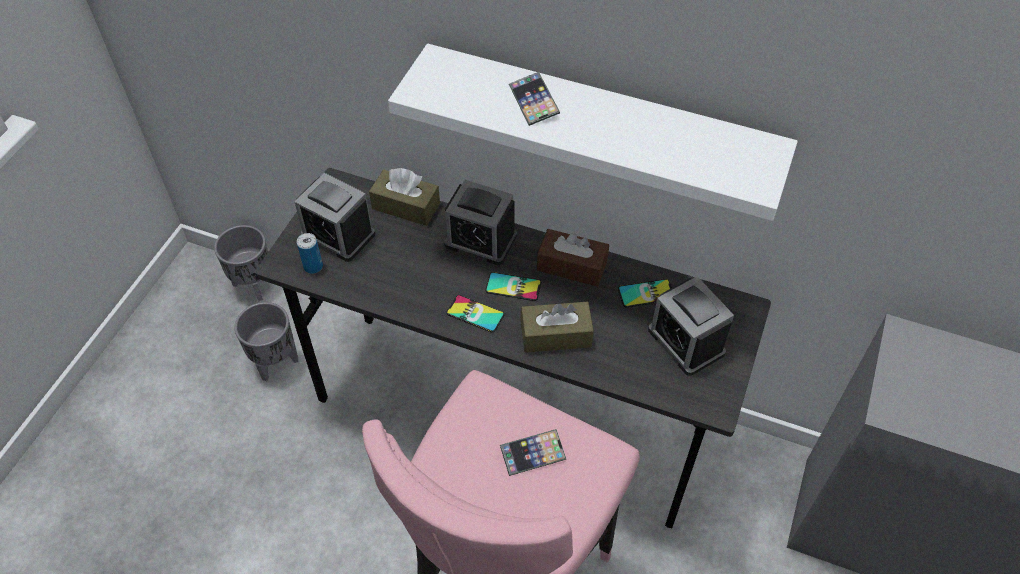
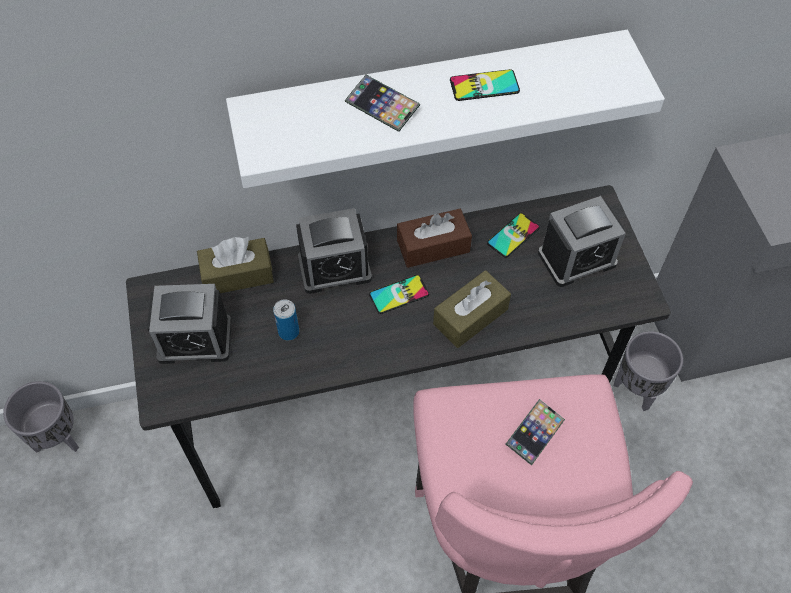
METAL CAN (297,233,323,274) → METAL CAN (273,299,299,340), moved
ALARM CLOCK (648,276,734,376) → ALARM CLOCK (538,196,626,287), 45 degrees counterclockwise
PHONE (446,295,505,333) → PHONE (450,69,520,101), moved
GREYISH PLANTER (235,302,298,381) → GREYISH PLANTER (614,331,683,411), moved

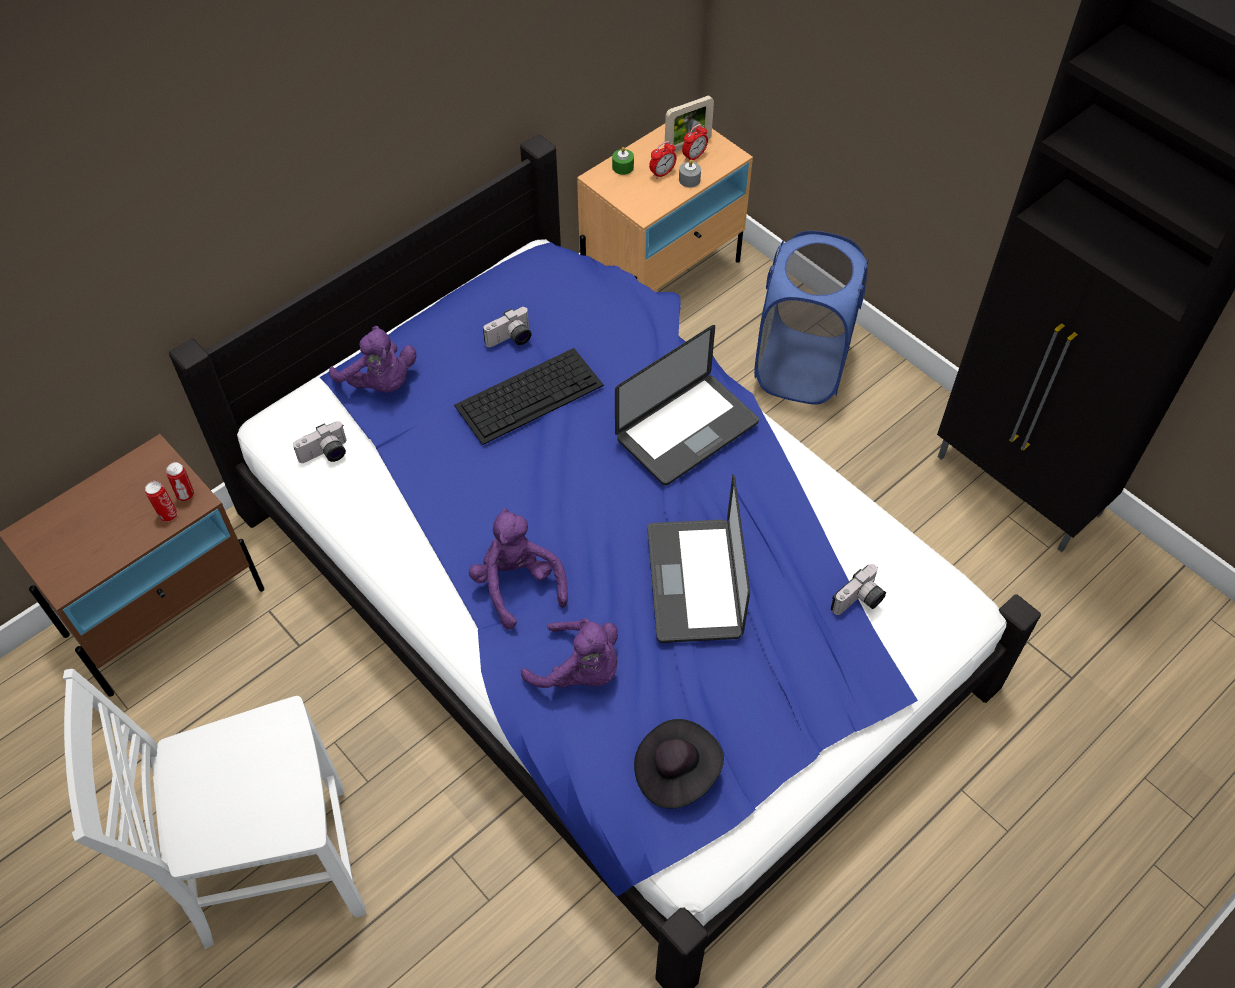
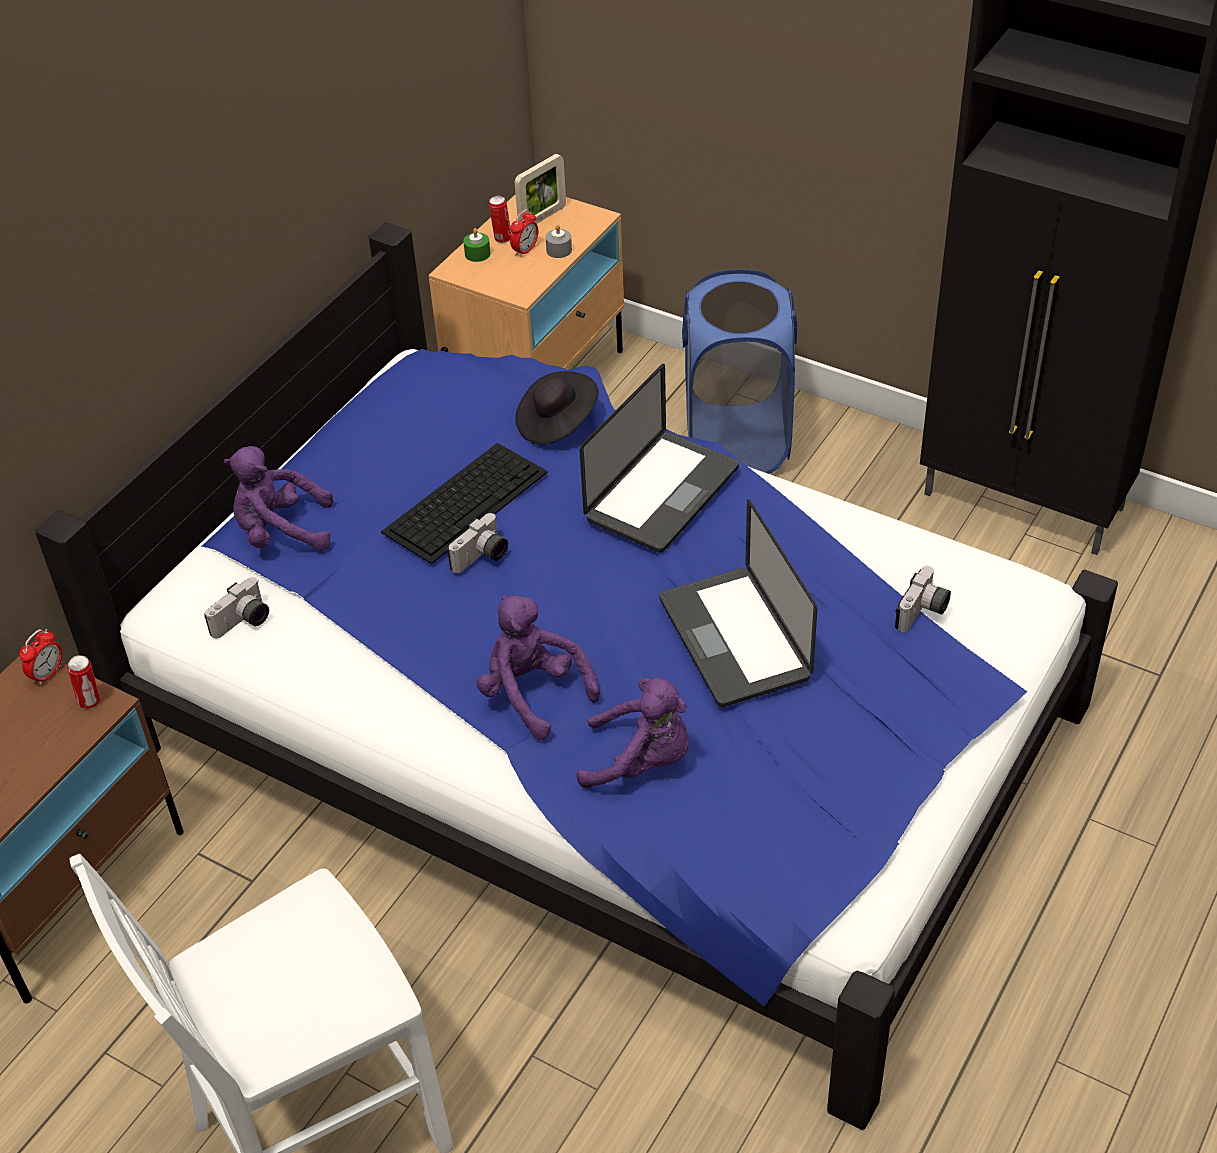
ALARM CLOCK (682,124,708,160) → ALARM CLOCK (19,629,62,686), moved
STILL CAMERA (483,307,532,347) → STILL CAMERA (447,513,508,573), moved
PURPLE-COLOURED SOFT TOY (329,326,416,393) → PURPLE-COLOURED SOFT TOY (224,446,333,551), 150 degrees clockwise
METAL CAN (145,481,178,522) → METAL CAN (489,196,511,243), moved
BLACKISH CLOTHING HAT (634,719,724,809) → BLACKISH CLOTHING HAT (515,371,599,445), moved

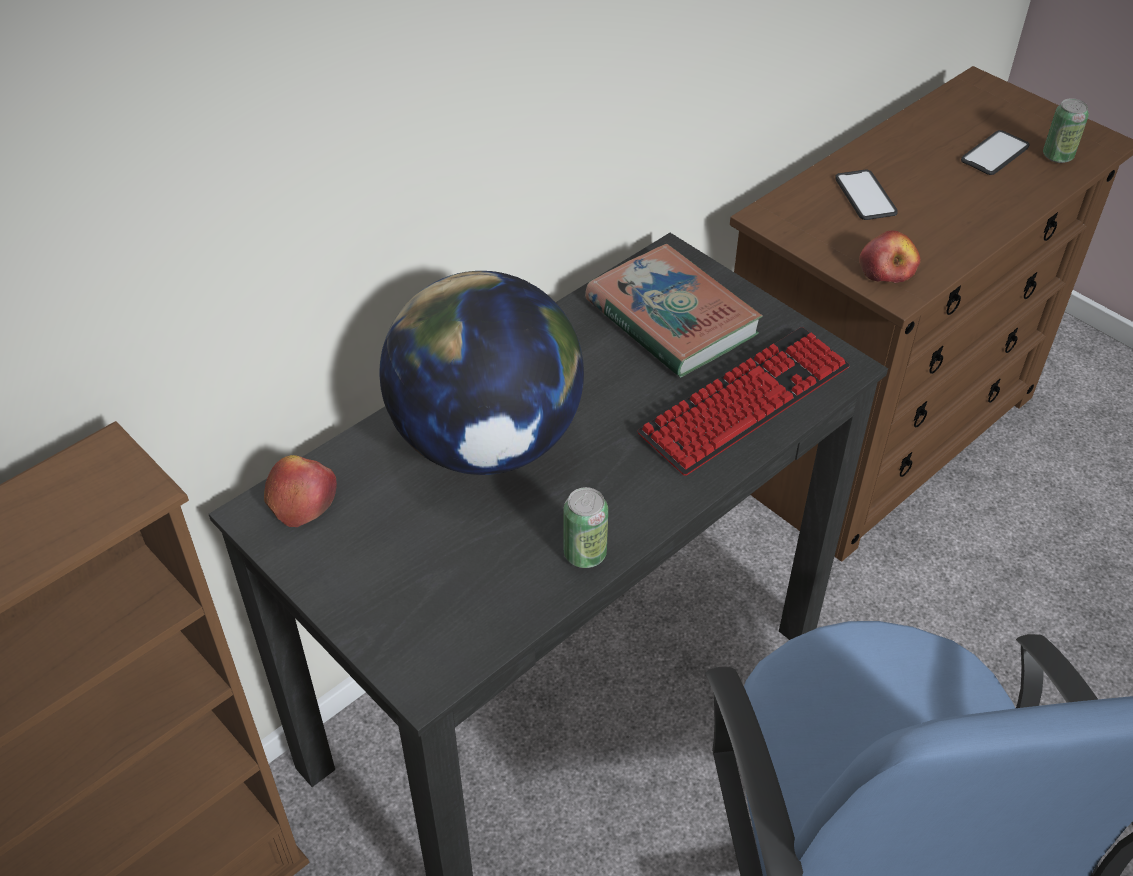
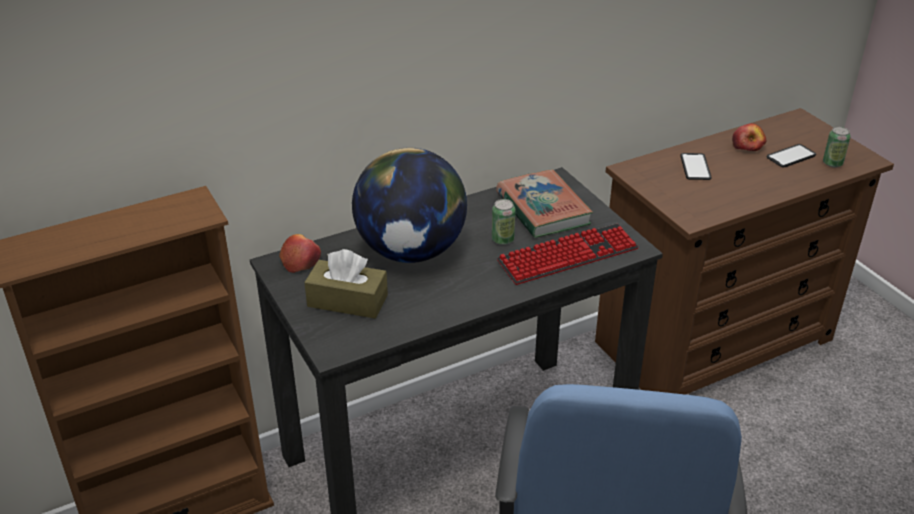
APPLE FRUIT (859,230,920,283) → APPLE FRUIT (732,123,766,151), moved
METAL CAN (563,487,608,568) → METAL CAN (492,199,515,245), moved
- → BROWNISH BOX OF TISSUES (304,249,388,319)

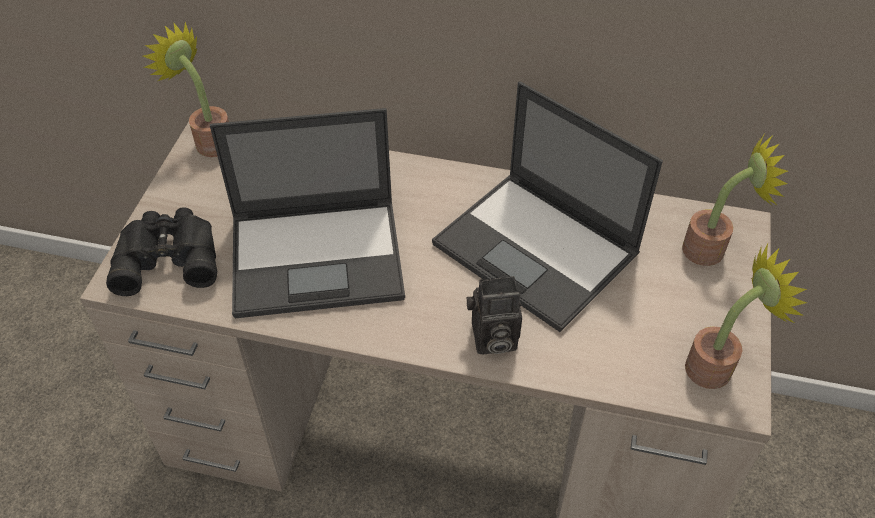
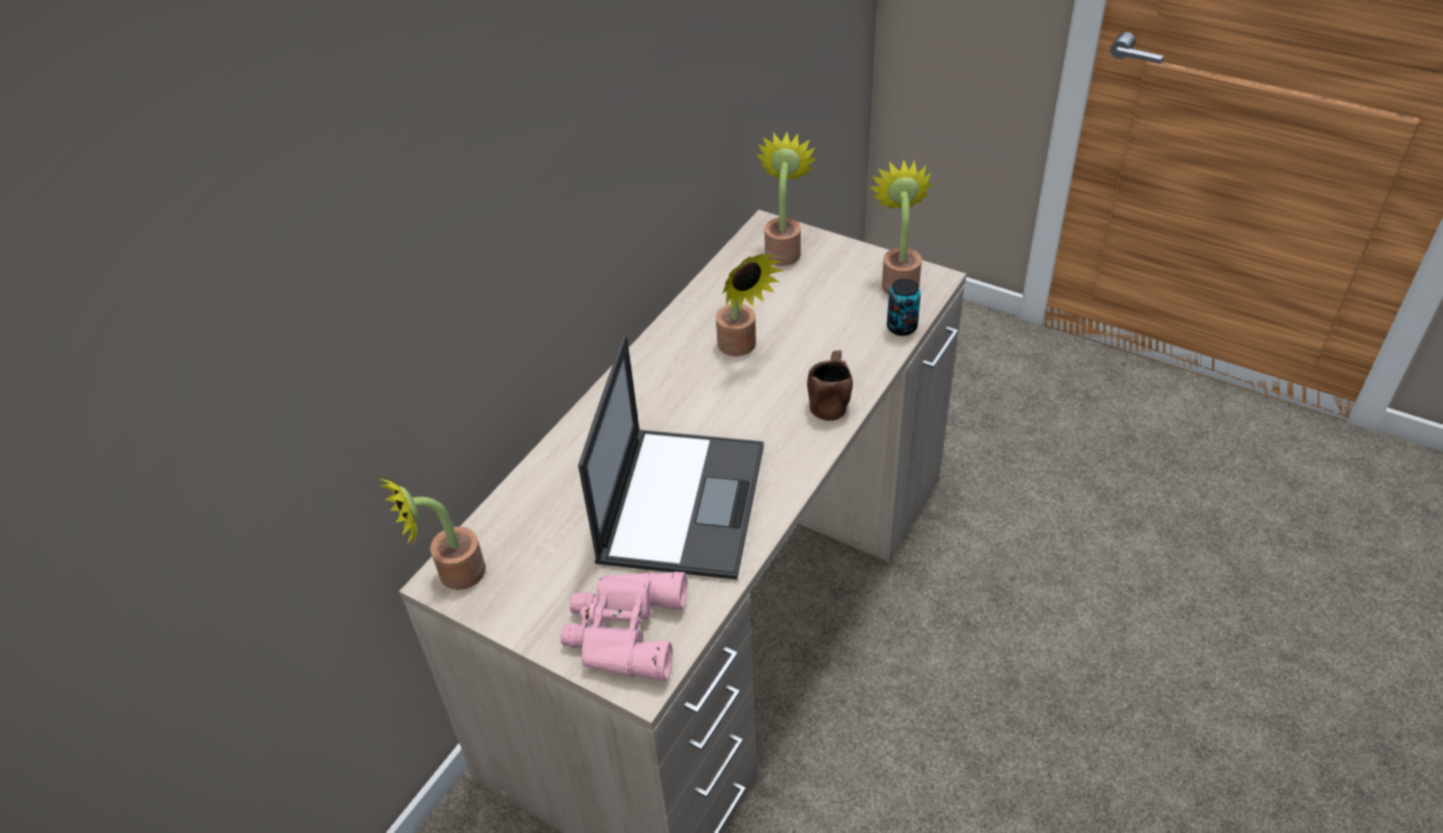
LAPTOP (432,82,663,332) → HOUSEPLANT (716,253,782,356)
BLACKISH FIELD GLASSES (106,207,217,296) → PINKISH FIELD GLASSES (561,572,687,681)
STILL CAMERA (467,276,522,354) → BROWNISH TEA MUG (807,350,853,421)
- → METAL CAN (887,279,921,336)

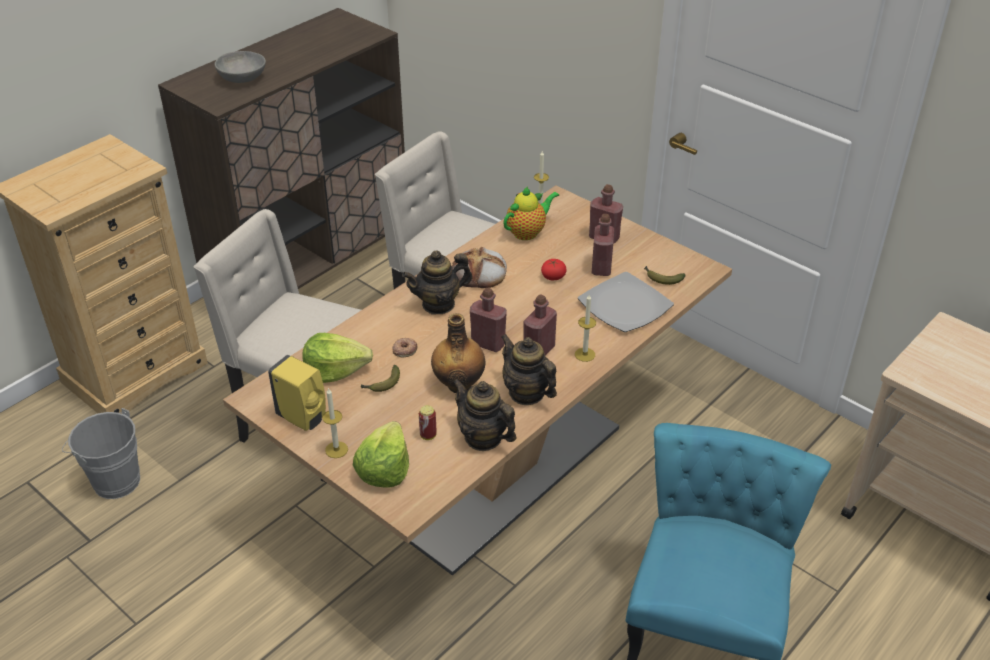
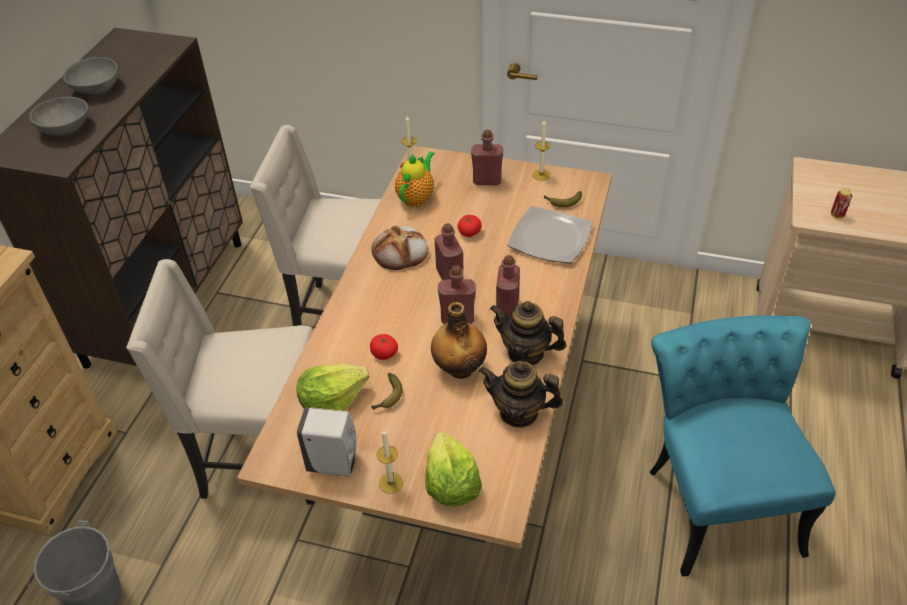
RED-COLOURED DRINK BOTTLE (592,214,614,276) → RED-COLOURED DRINK BOTTLE (434,223,463,280), moved
TEAPOT (402,250,473,314) → -
WAX LIGHT (575,295,596,362) → WAX LIGHT (533,120,551,180), moved
DONUT (392,338,417,358) → FRESH TOMATO (370,334,398,360)
YELLOW-COLOURED SOAP BOTTLE (268,355,326,431) → WHITE SOAP BOTTLE (297,407,356,477)
METAL CAN (419,405,437,440) → METAL CAN (831,188,852,219), moved
- → GREYISH DEEP DISH (63,57,119,94)

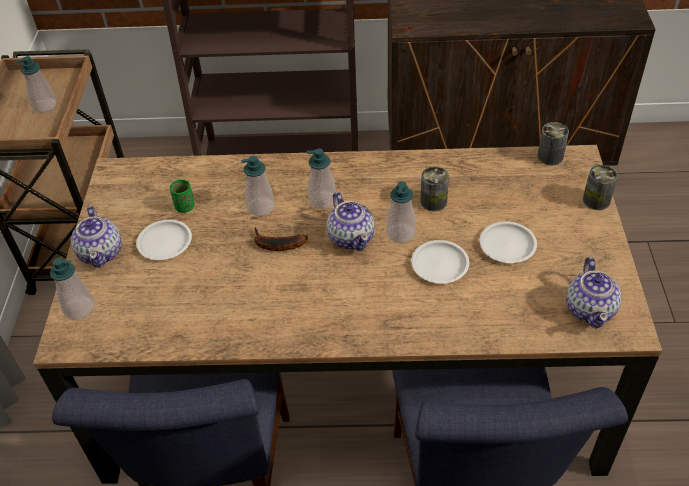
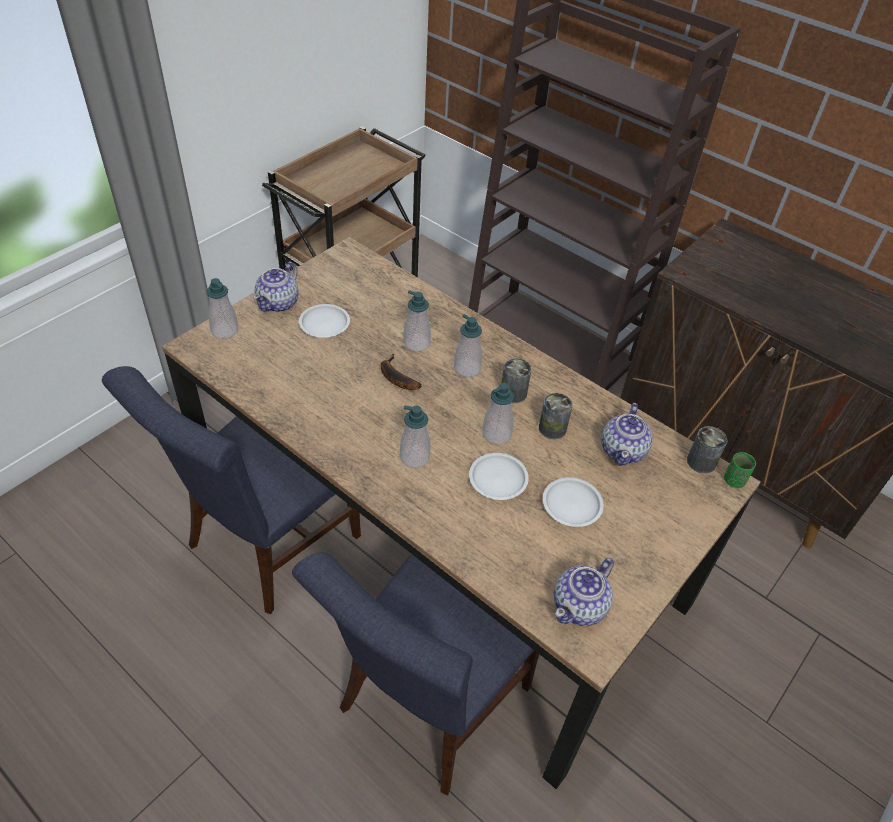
SOAP BOTTLE (16,56,57,113) → SOAP BOTTLE (400,405,430,468), moved
METAL CAN (583,165,618,210) → METAL CAN (501,358,532,403), moved
GREENISH SMALL CUP (170,179,195,213) → GREENISH SMALL CUP (724,452,756,488), moved
TEAPOT (327,192,375,251) → TEAPOT (602,403,652,466), moved

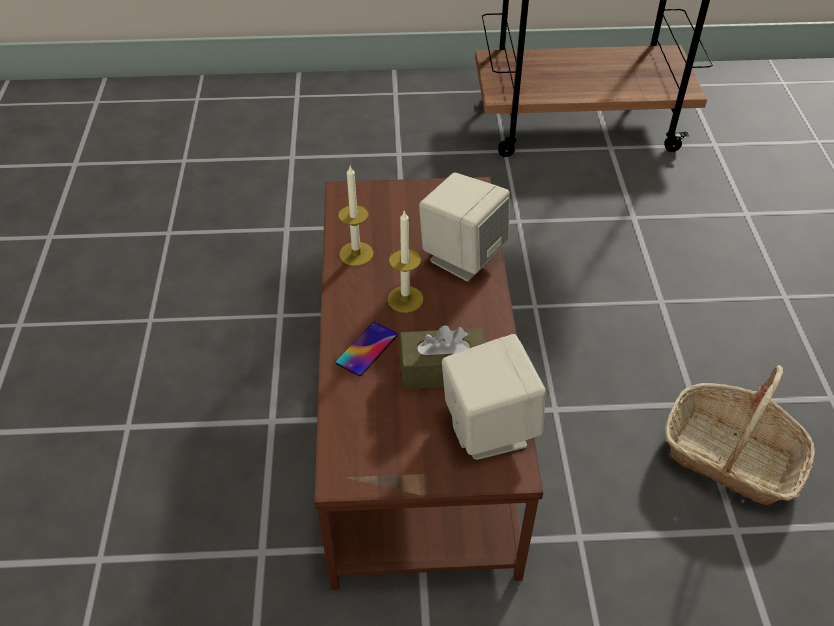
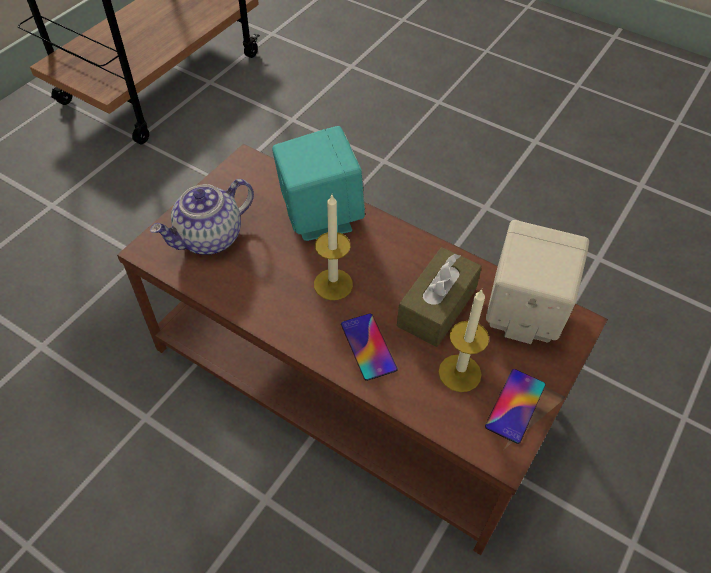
WAX LIGHT (338,166,373,266) → WAX LIGHT (438,289,489,392), moved
BEIGE LOUDSPEAKER (419,173,510,281) → BLUE-GREEN LOUDSPEAKER (272,126,365,241)
STORAGE BASKET (665,365,815,505) → -
- → TEAPOT (150,179,254,255)
- → PHONE (485,369,545,444)

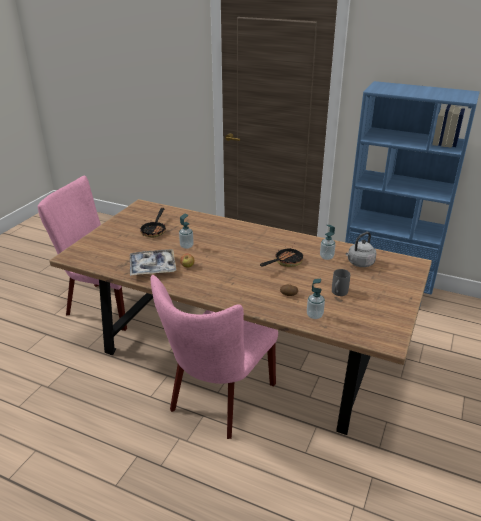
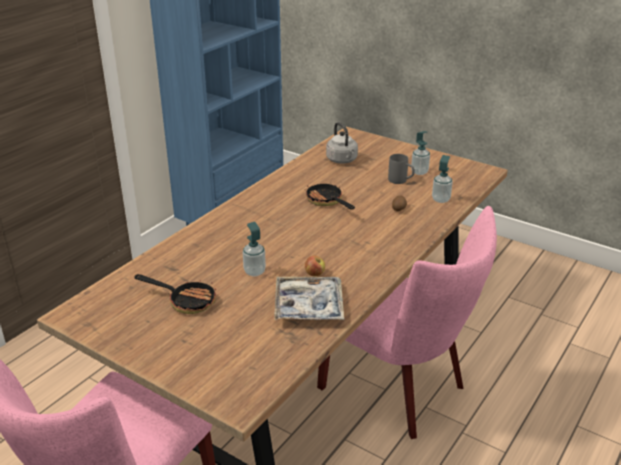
SOAP BOTTLE (320,225,336,260) → SOAP BOTTLE (411,131,430,175), moved

